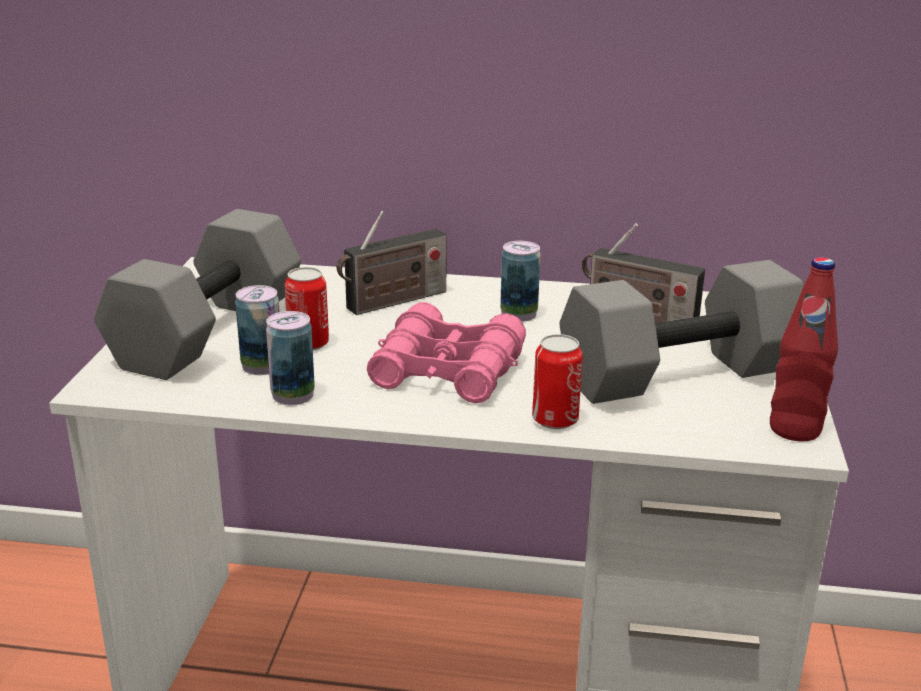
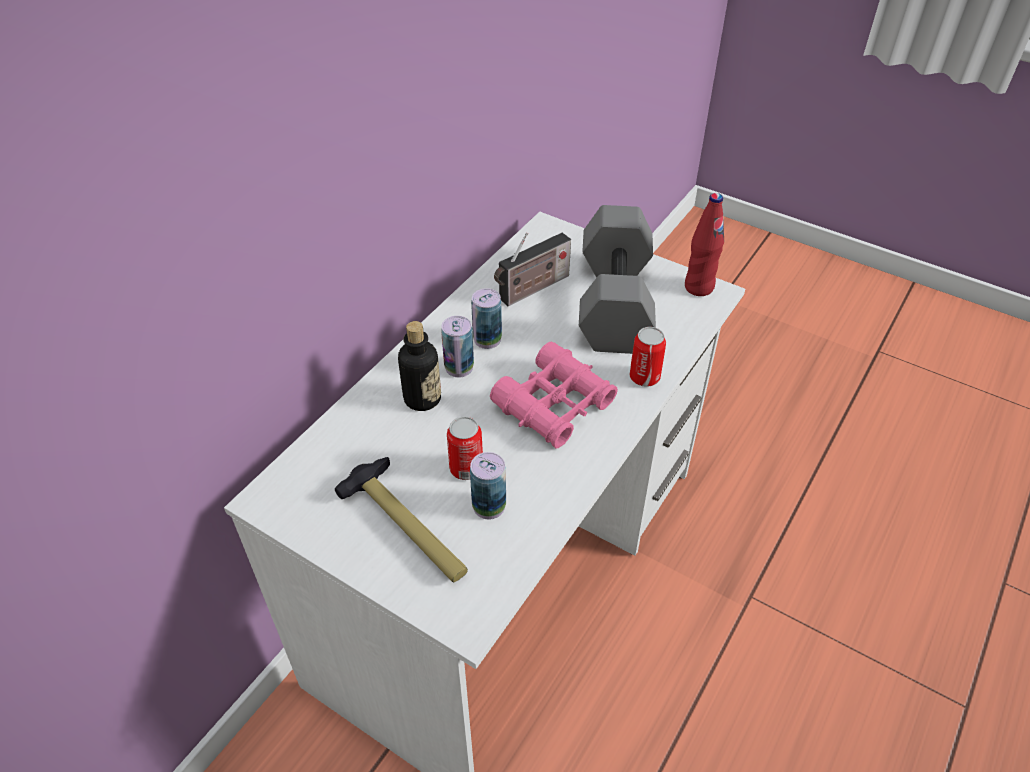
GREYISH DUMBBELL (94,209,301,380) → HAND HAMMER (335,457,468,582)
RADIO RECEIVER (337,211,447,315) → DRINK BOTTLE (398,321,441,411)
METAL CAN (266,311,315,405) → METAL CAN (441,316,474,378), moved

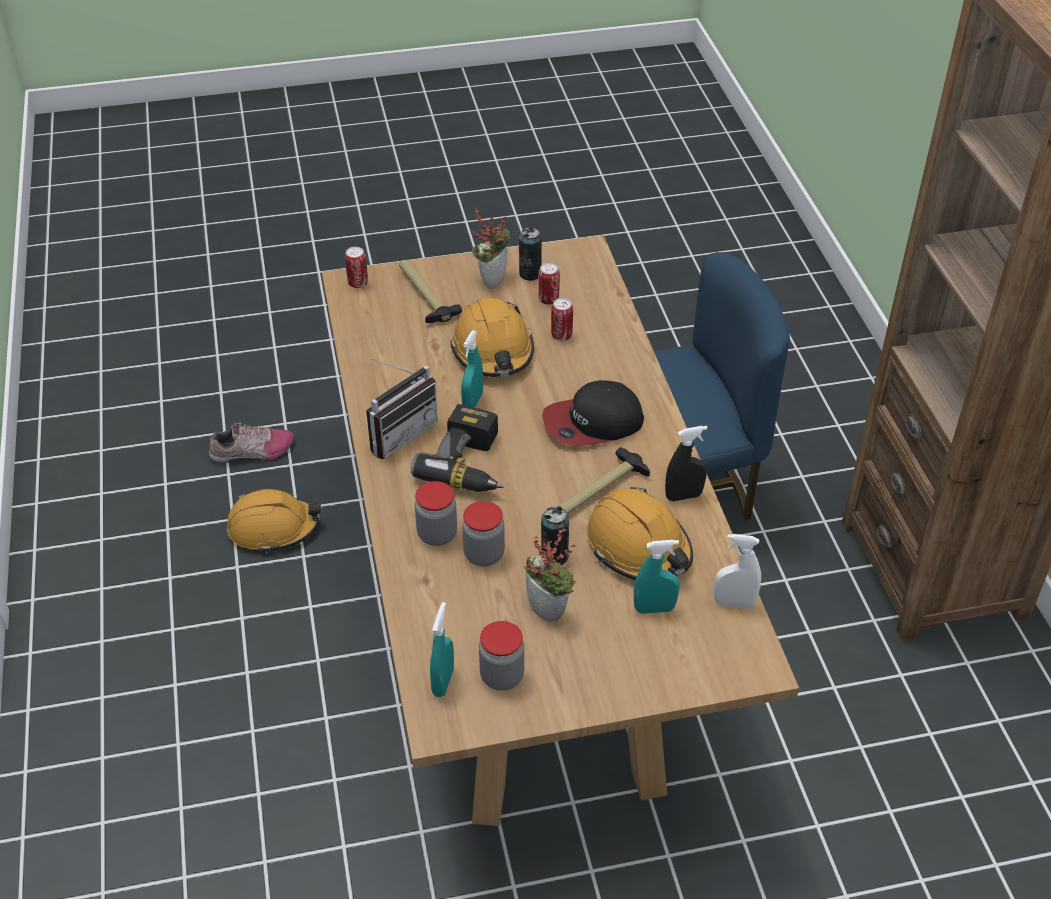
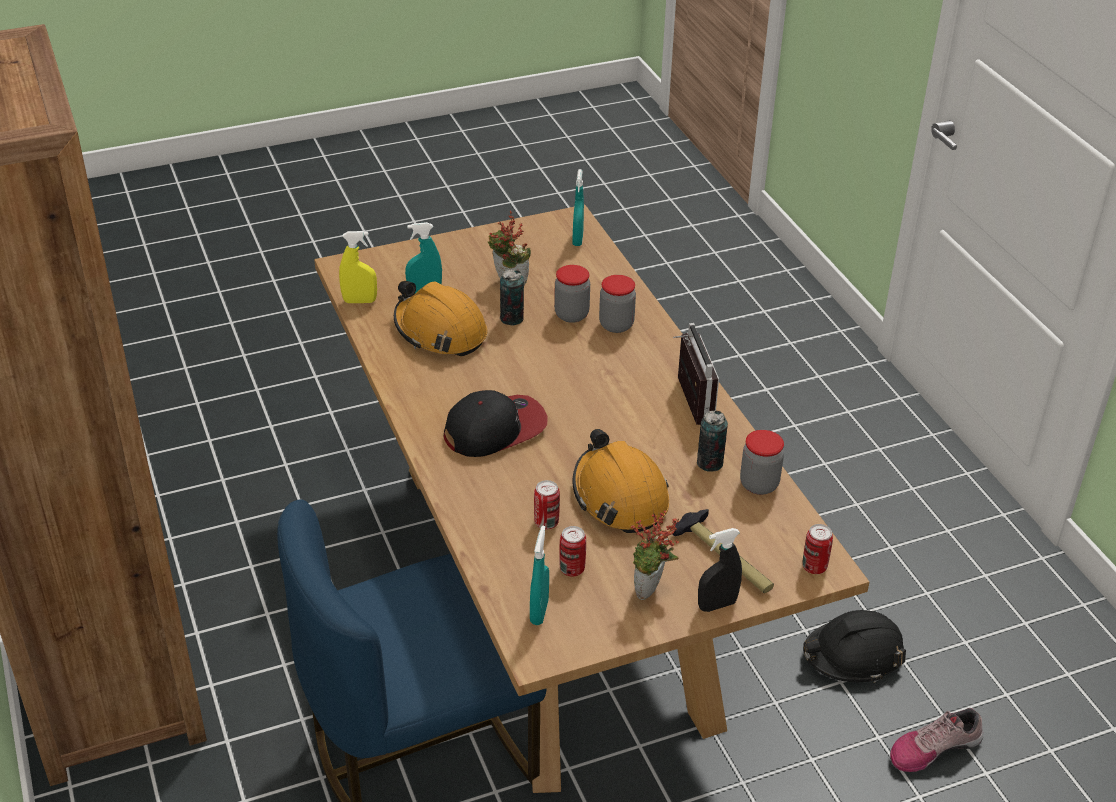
METAL CAN (519,227,542,281) → METAL CAN (697,411,728,472), moved
BLUE-GREEN SPRAY BOTTLE (461,330,483,408) → BLUE-GREEN SPRAY BOTTLE (530,526,549,625), moved
RADIO RECEIVER (366,358,438,460) → RADIO RECEIVER (673,323,719,425), 135 degrees clockwise
DRILL (411,404,503,492) → -
BLACKISH SPRAY BOTTLE (665,426,707,501) → BLACKISH SPRAY BOTTLE (698,528,742,612), moved
HAND HAMMER (558,447,650,514) → -
ORANGE-COLOURED SAFETY HELMET (227,489,321,554) → BLACKISH SAFETY HELMET (803,610,906,683)
WHITE SPRAY BOTTLE (714,534,761,609) → YELLOW-COLOURED SPRAY BOTTLE (339,231,377,303)
JAR (479,621,524,691) → JAR (740,430,784,495), moved

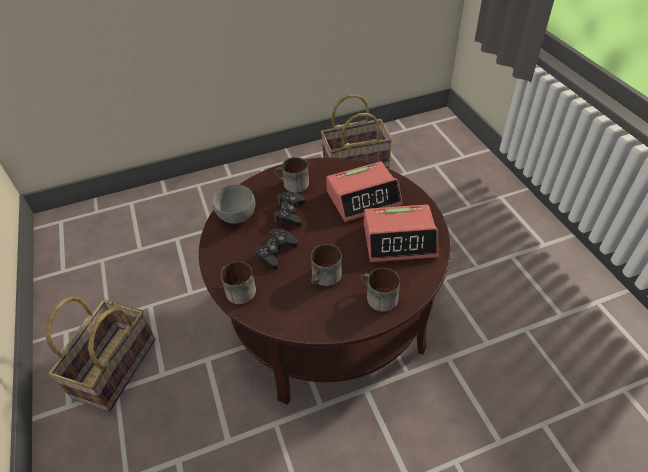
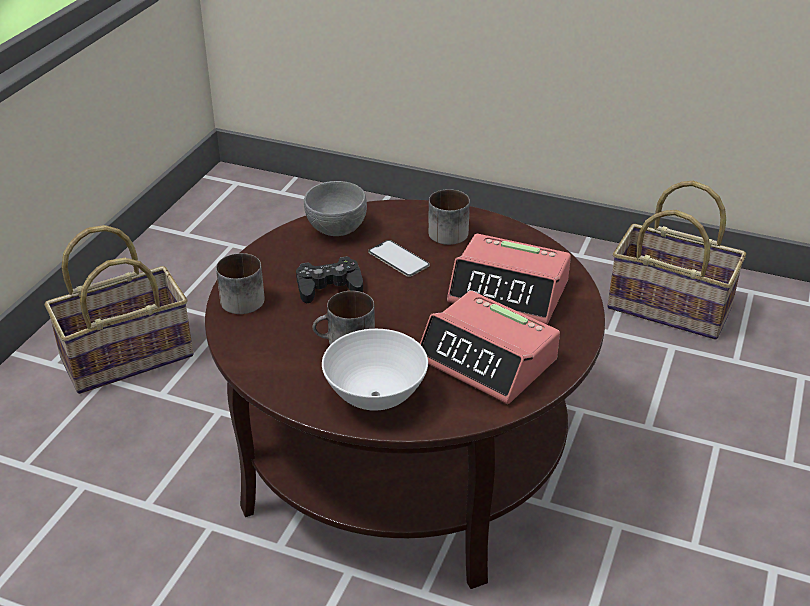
BLACKISH JOYPAD (275,192,305,227) → PHONE (368,240,430,277)
TEA MUG (362,268,400,312) → WHITE DEEP DISH (322,329,428,411)

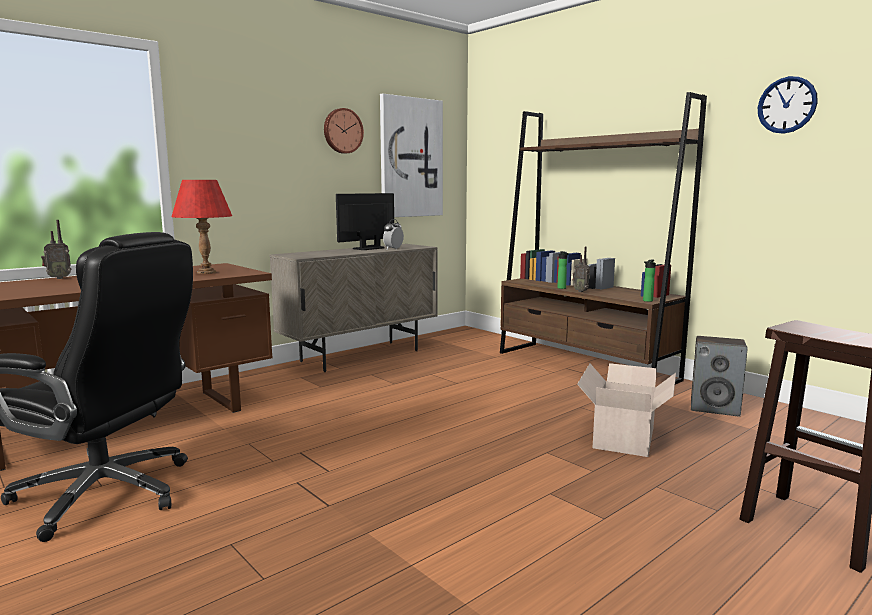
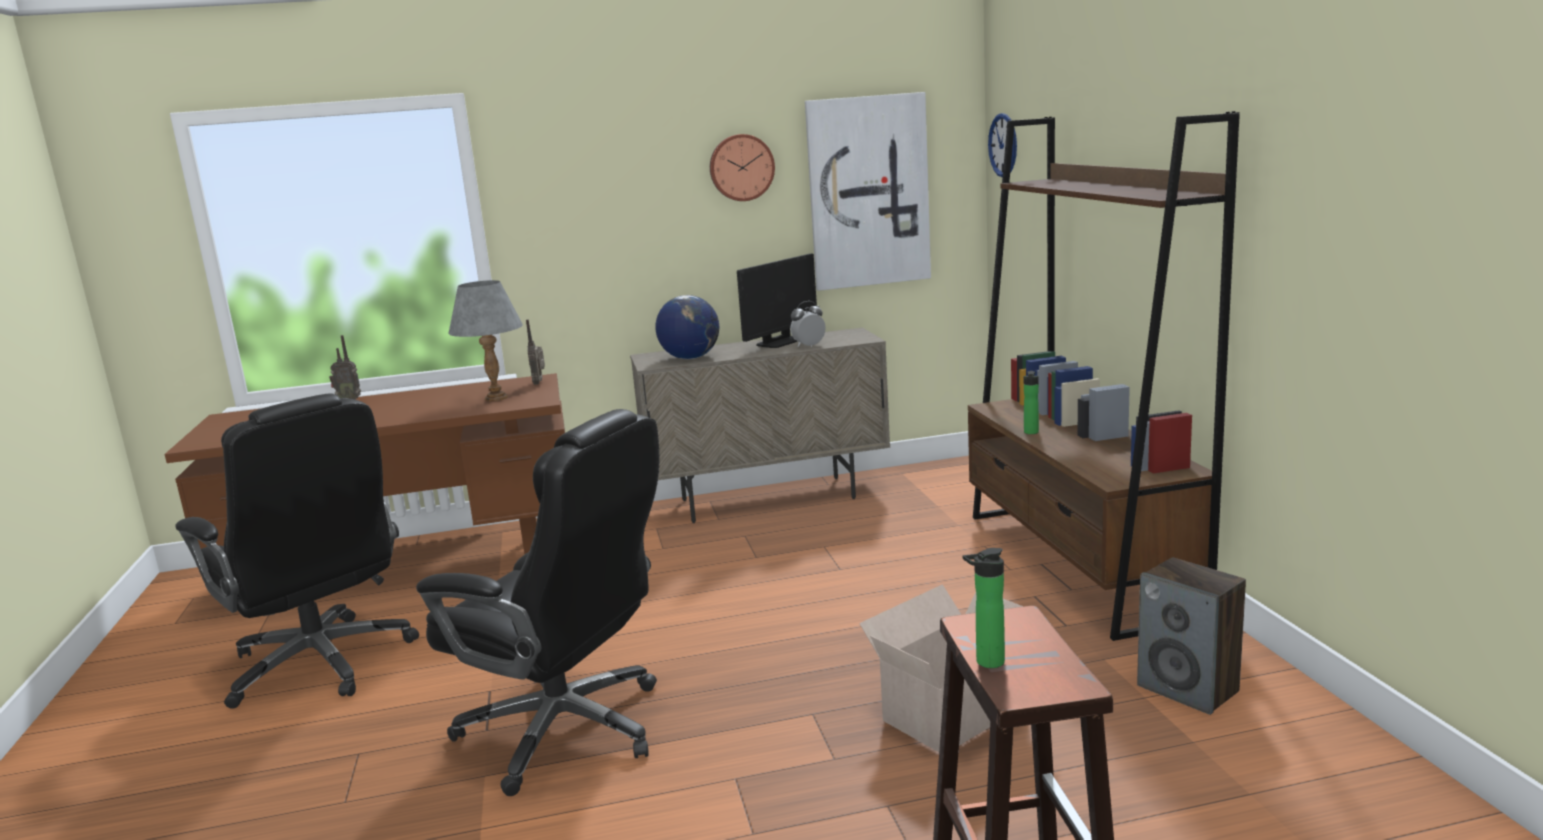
CLOCK ON THE WALL (758,76,818,134) → CLOCK ON THE WALL (988,113,1017,177), moved
RED-COLOURED TABLETOP LAMP (171,180,232,274) → GREYISH TABLETOP LAMP (449,280,523,401)
MONITOR (336,193,394,250) → MONITOR (737,254,817,348), 150 degrees clockwise
RADIO RECEIVER (573,247,590,292) → RADIO RECEIVER (526,319,545,385), moved
DRINK BOTTLE (643,260,656,302) → DRINK BOTTLE (963,548,1005,668), moved
- → WORLD GLOBE (655,295,719,359)
- → BLACKISH OFFICE CHAIR (416,409,659,796)

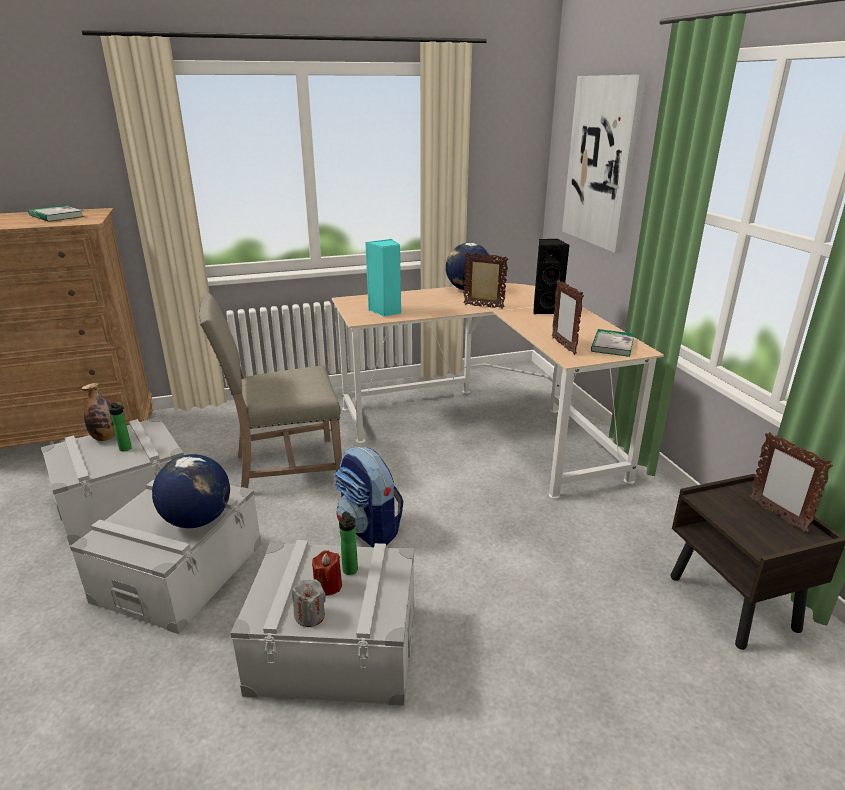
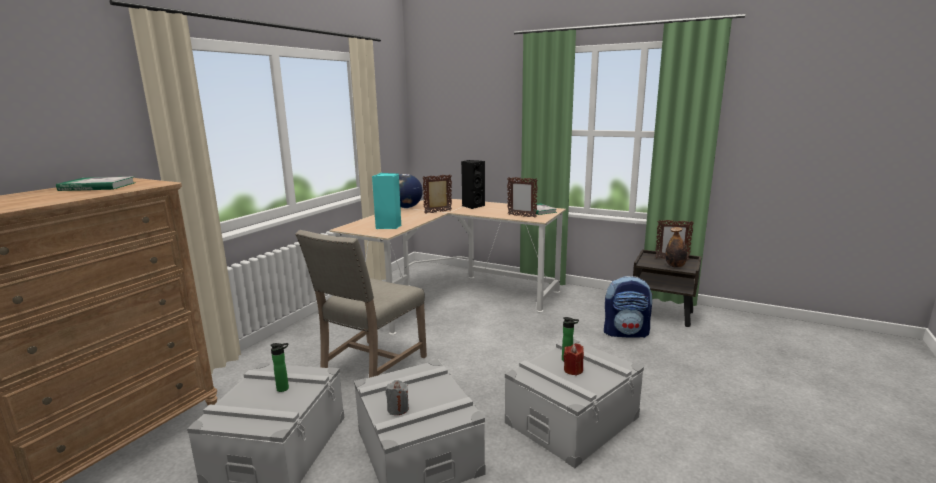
PICTURE (562,75,646,253) → -
DRINK BOTTLE (81,383,116,441) → DRINK BOTTLE (665,227,687,268), moved
BACKPACK (334,447,404,547) → BACKPACK (604,276,653,338), moved
WORLD GLOBE (152,454,230,528) → -
GREYISH WAX LIGHT (292,579,326,627) → GREYISH WAX LIGHT (386,380,409,415), moved

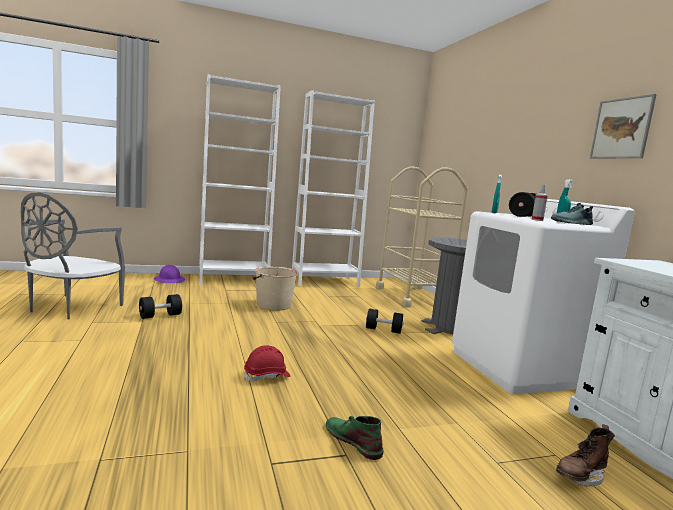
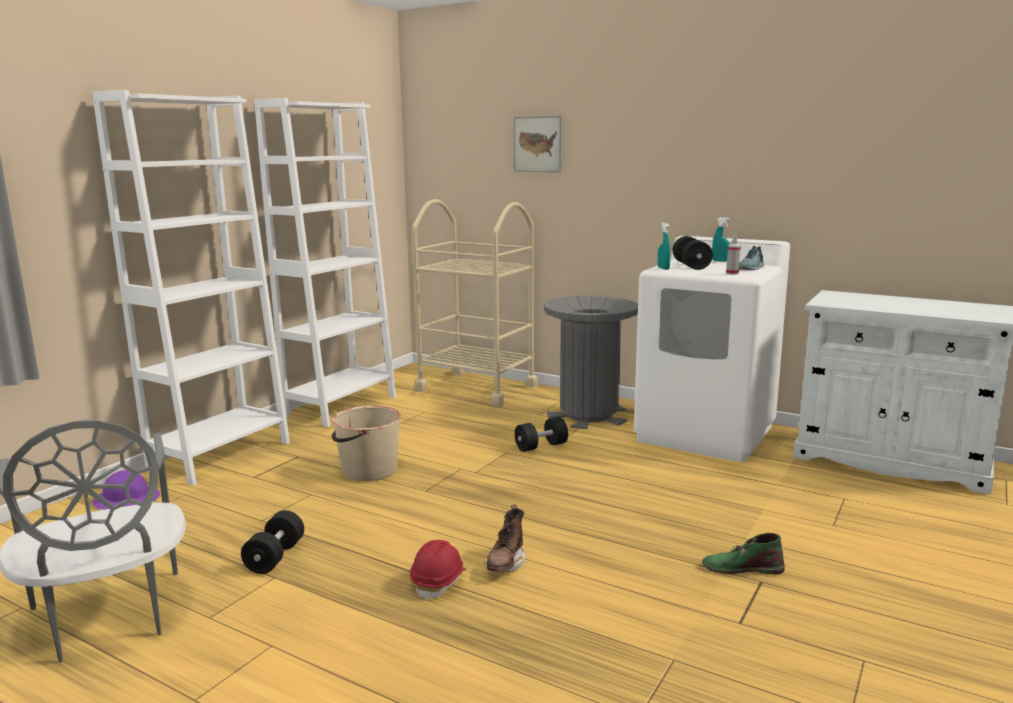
PICTURE (590,94,657,159) → PICTURE (513,115,562,172), moved
RED-COLOURED SAFETY HELMET (244,345,291,382) → RED-COLOURED SAFETY HELMET (410,540,466,601), moved
BROWNISH TALL BOOT (556,424,615,486) → BROWNISH TALL BOOT (484,505,525,573), moved

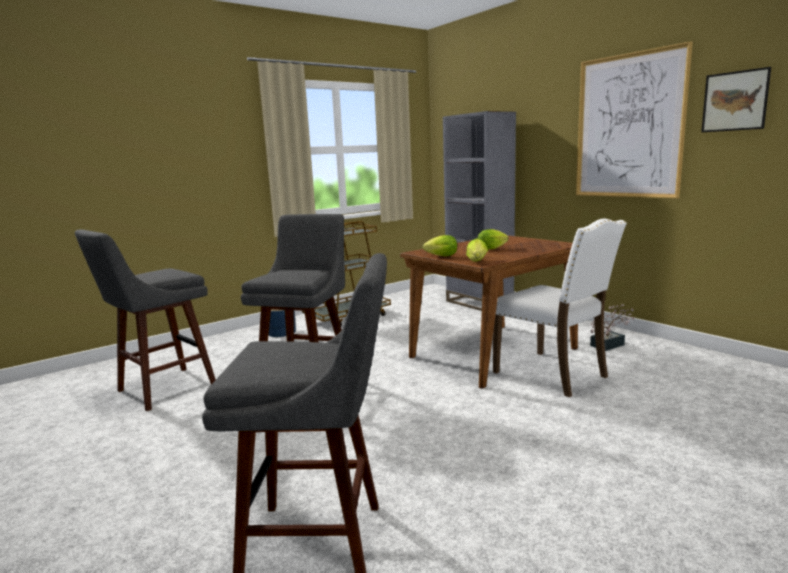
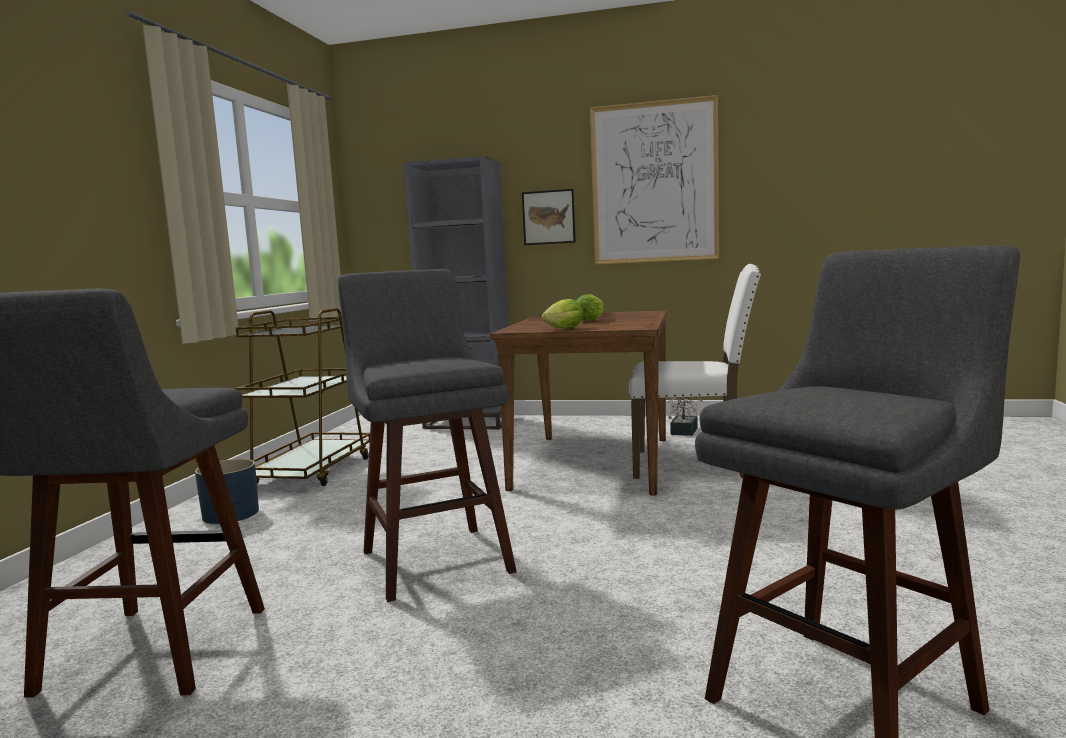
PICTURE (701,67,771,132) → PICTURE (522,189,576,245), moved
LETTUCE (466,238,488,261) → -

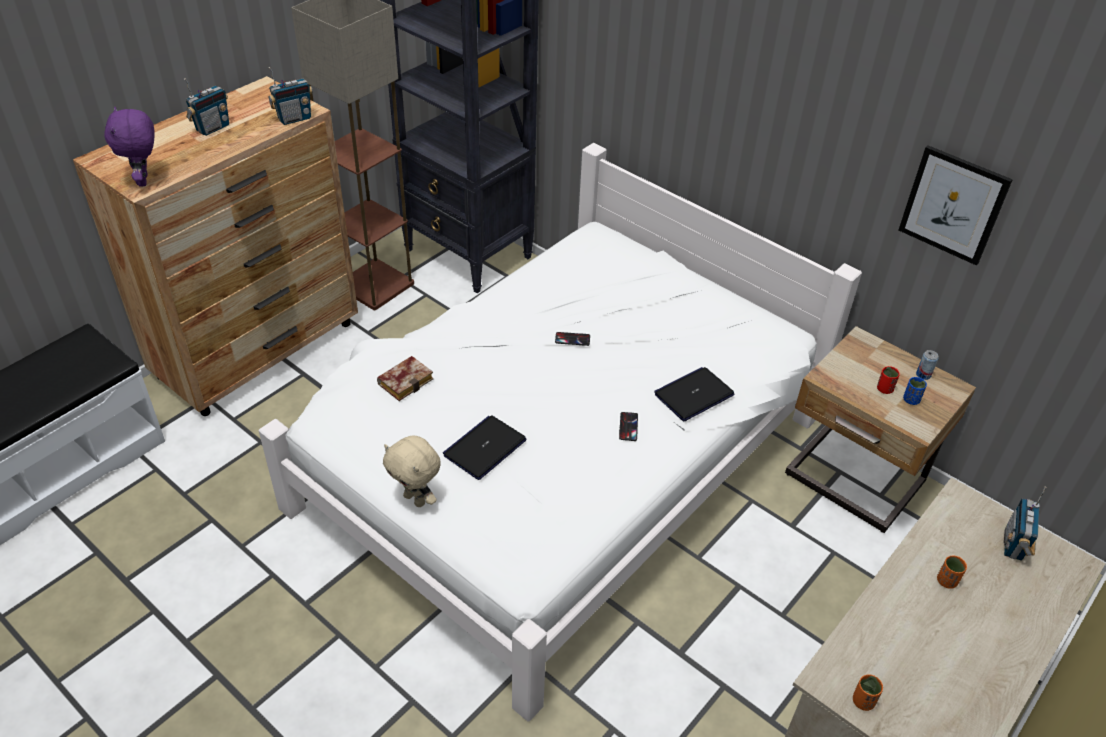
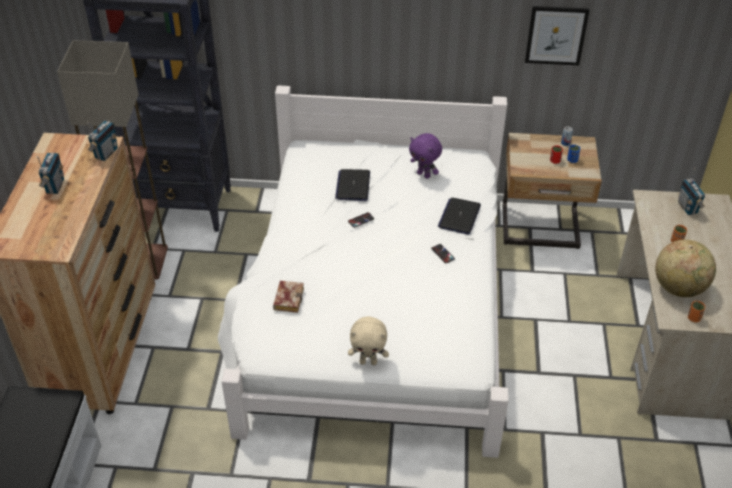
PURPLE-COLOURED SOFT TOY (104,107,155,187) → PURPLE-COLOURED SOFT TOY (409,133,442,179), moved
LAPTOP (443,415,526,480) → LAPTOP (335,169,370,201), moved
- → WORLD GLOBE (655,240,716,297)

